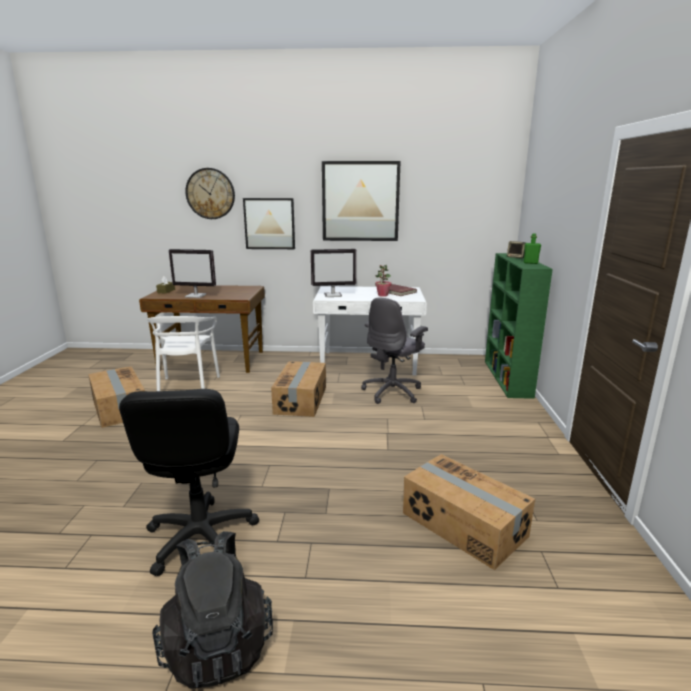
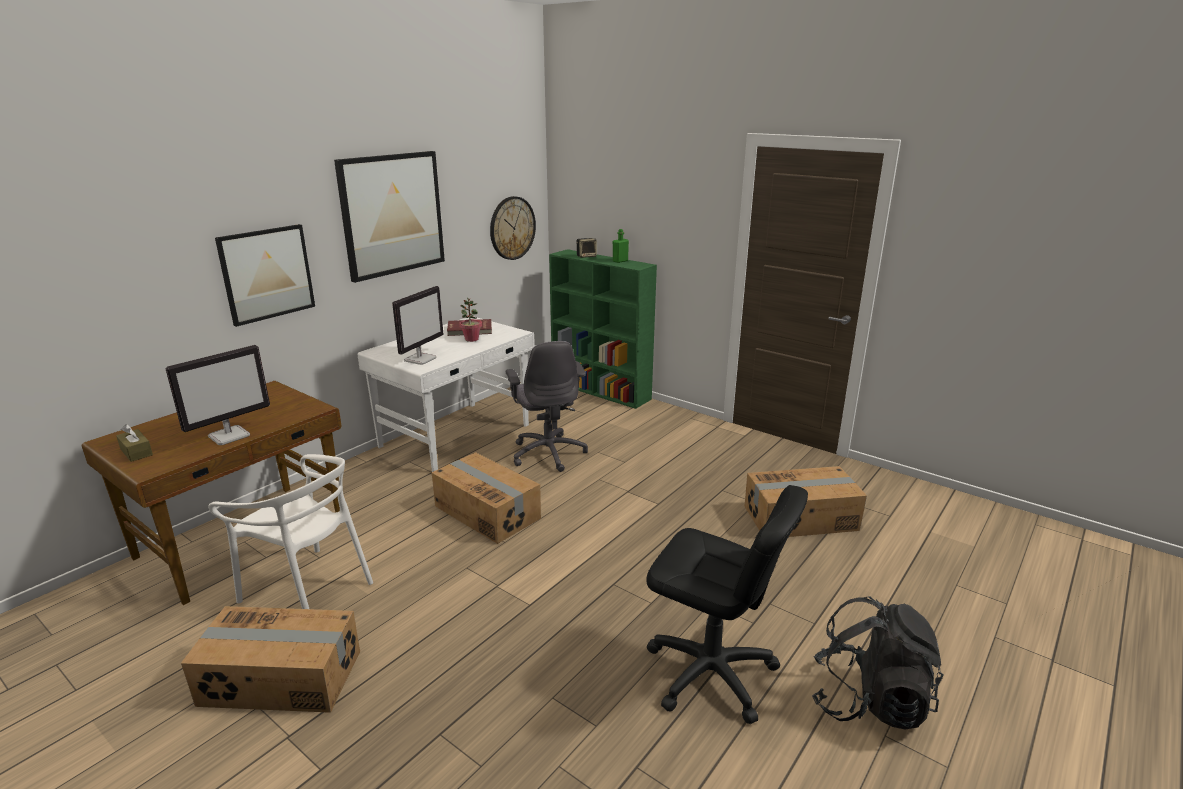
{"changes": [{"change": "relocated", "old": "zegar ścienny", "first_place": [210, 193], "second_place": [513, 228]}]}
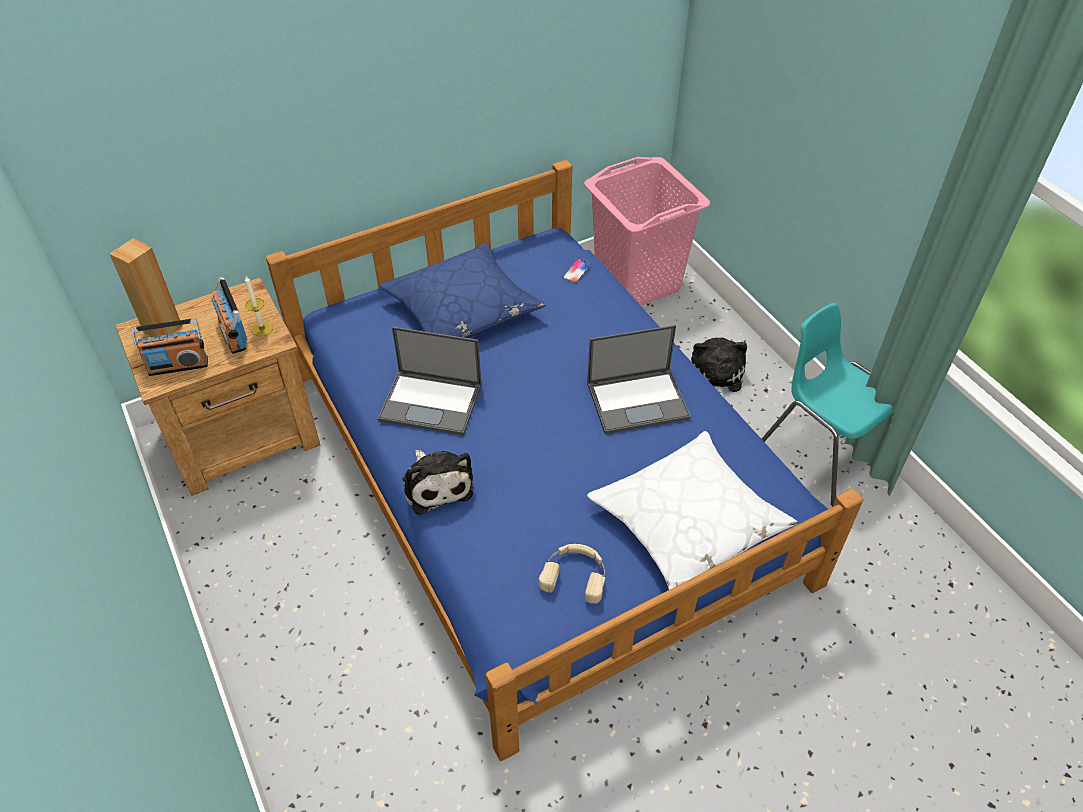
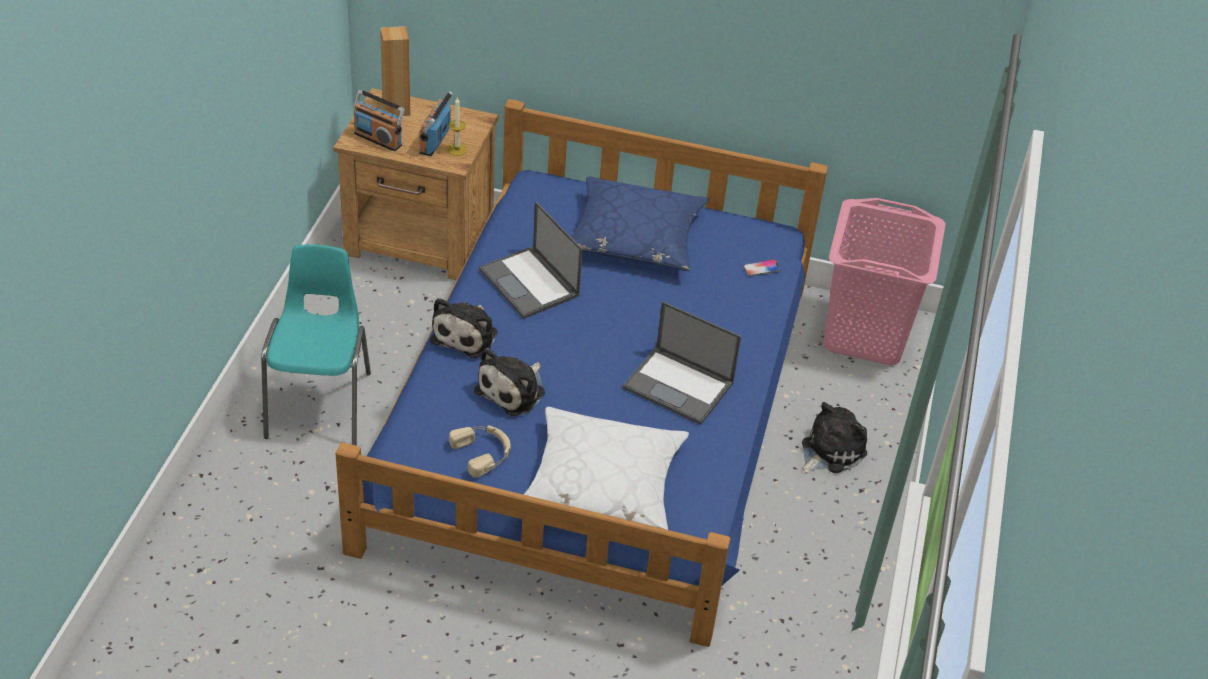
{"changes": [{"change": "appeared", "new": "pluszak", "second_place": [509, 382]}, {"change": "relocated", "old": "krzesło [turkusowy]", "first_place": [827, 404], "second_place": [316, 345]}]}
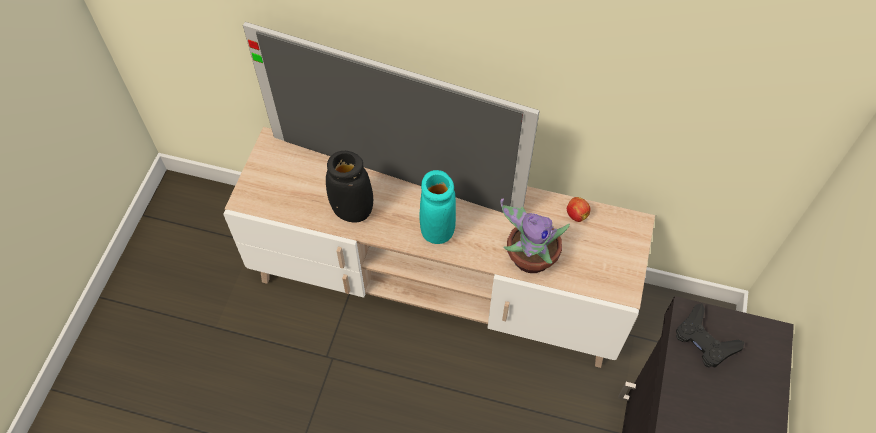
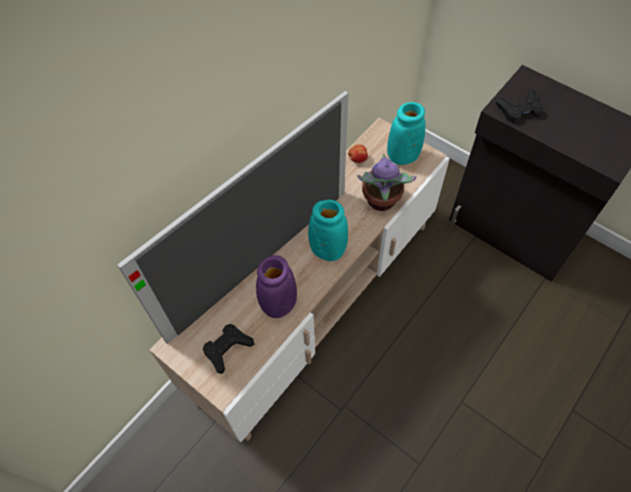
{"changes": [{"change": "appeared", "new": "pad do gier [czarny]", "second_place": [228, 349]}, {"change": "appeared", "new": "wazon [turkusowy]", "second_place": [406, 133]}, {"change": "colour", "old": "wazon [czarny]", "new": "wazon [fioletowy]", "first_place": [349, 186], "second_place": [276, 286]}]}
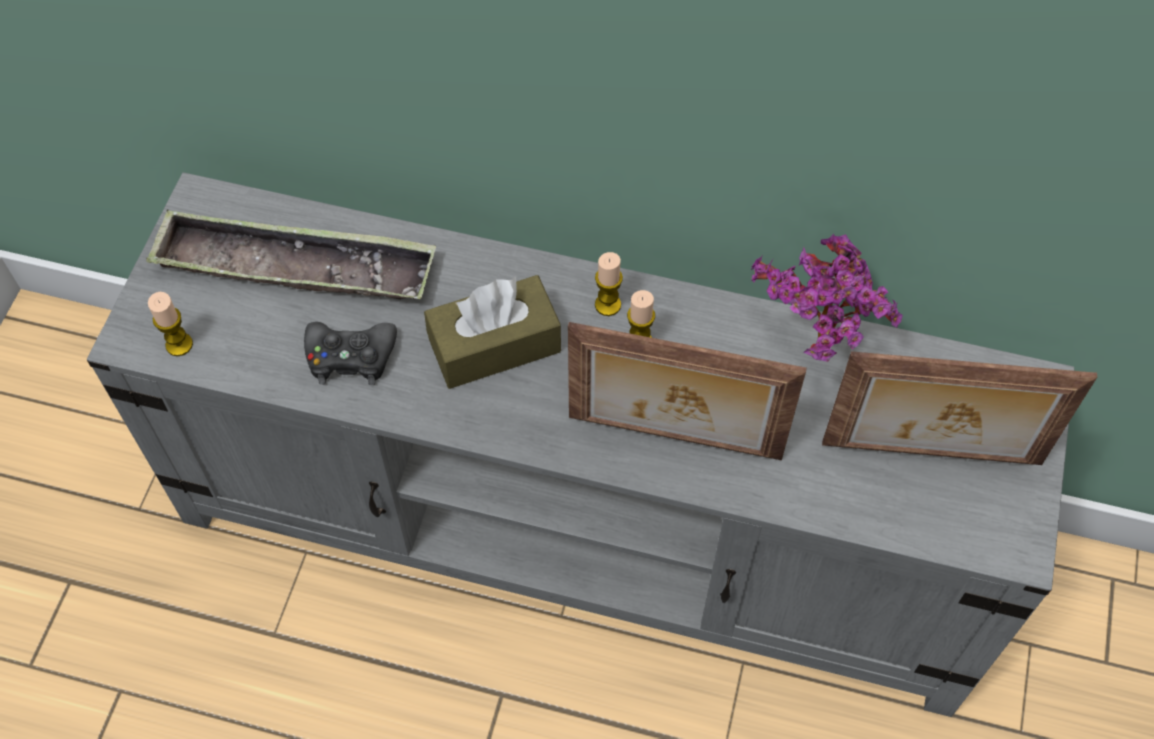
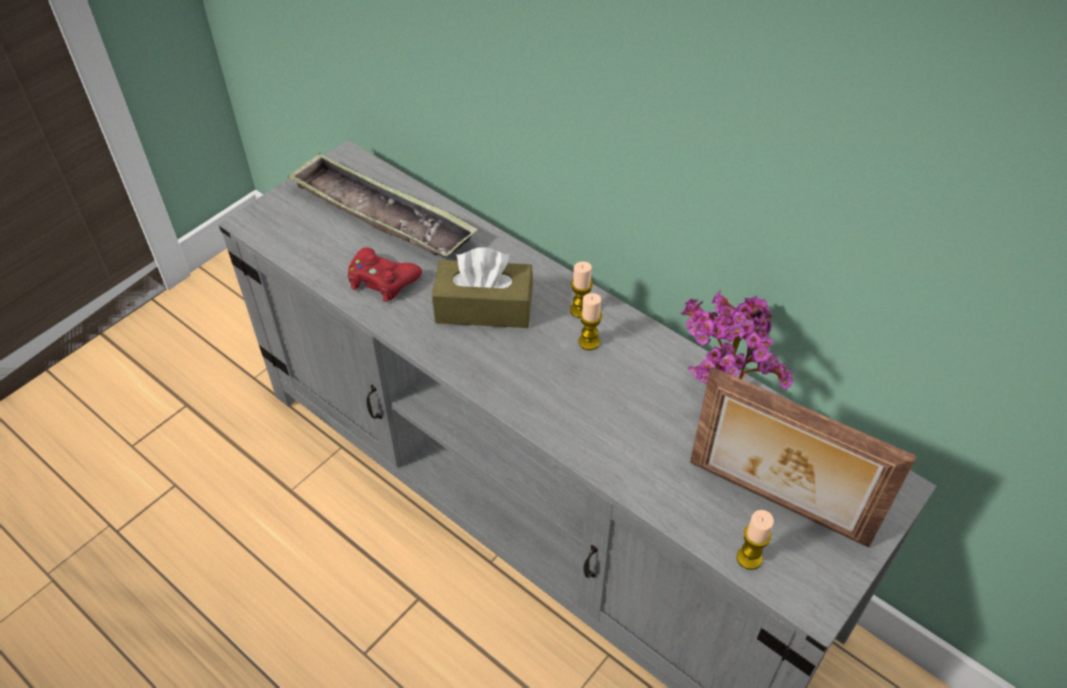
{"changes": [{"change": "missing", "old": "ramka na zdjęcie", "first_place": [687, 391]}, {"change": "relocated", "old": "świeca", "first_place": [170, 324], "second_place": [755, 540]}, {"change": "colour", "old": "pad do gier [czarny]", "new": "pad do gier [czerwony]", "first_place": [350, 353], "second_place": [385, 274]}]}
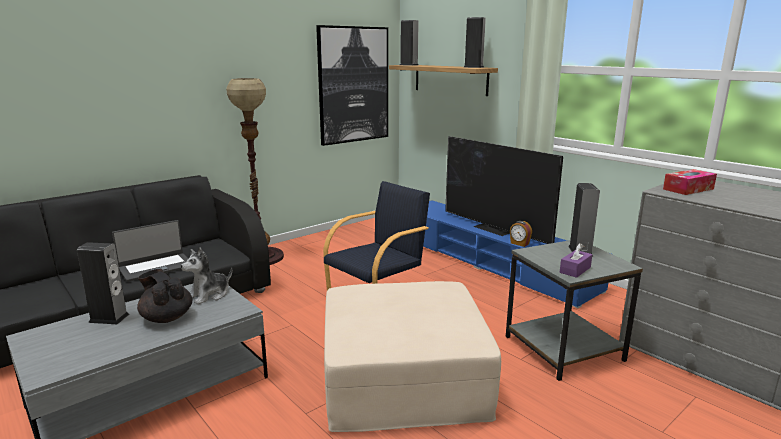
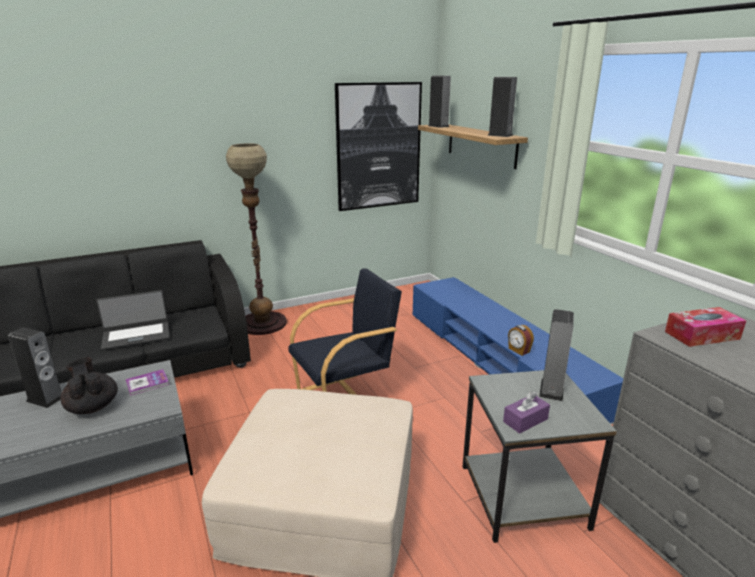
{"changes": [{"change": "missing", "old": "telewizor", "first_place": [504, 190]}, {"change": "exchanged", "old": "pluszak", "new": "książka", "first_place": [206, 276], "second_place": [147, 382]}]}
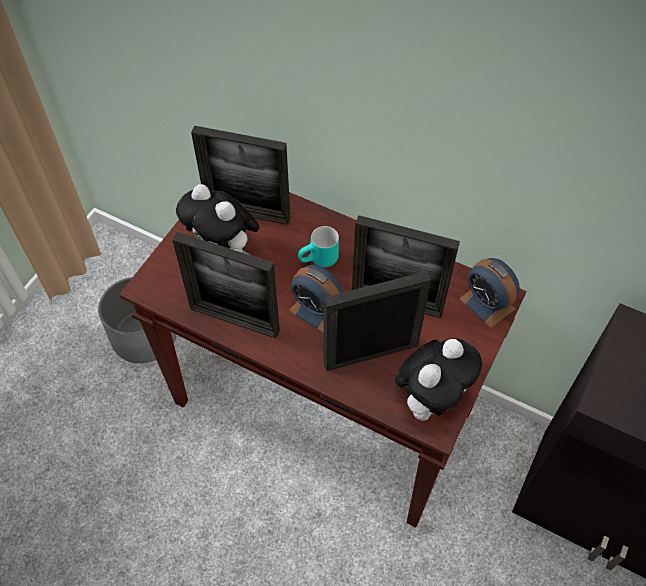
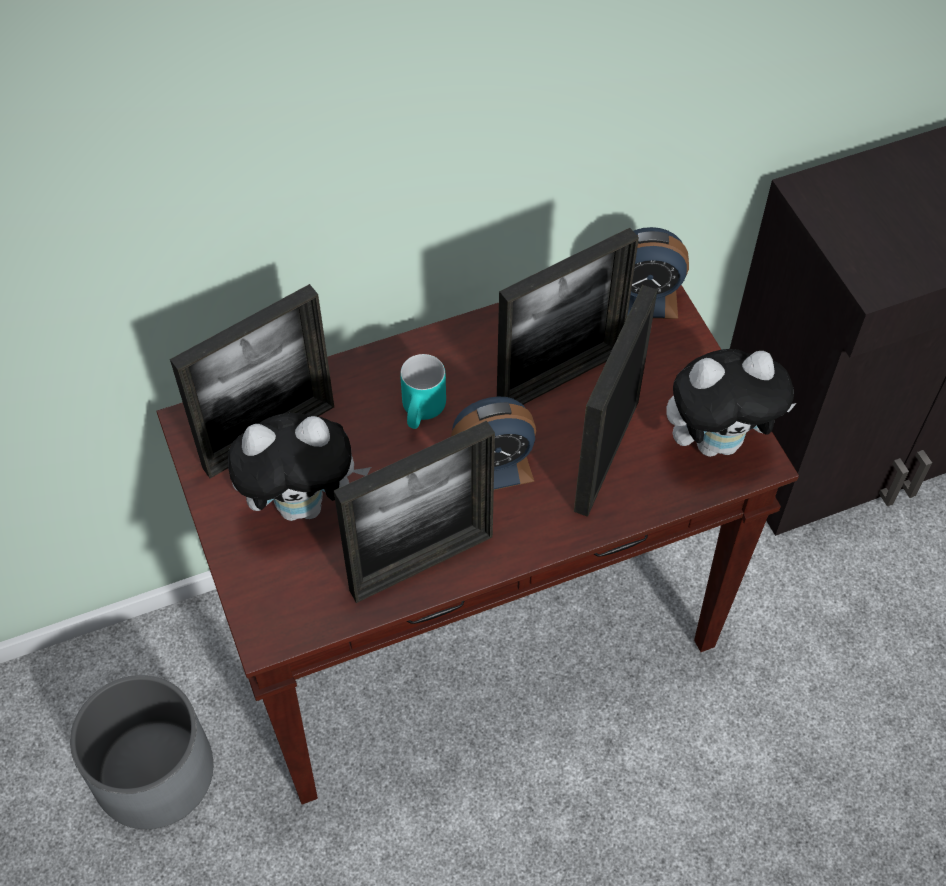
{"changes": [{"change": "spun", "old": "pluszak", "first_place": [438, 379], "second_place": [731, 403], "degrees": 90}]}
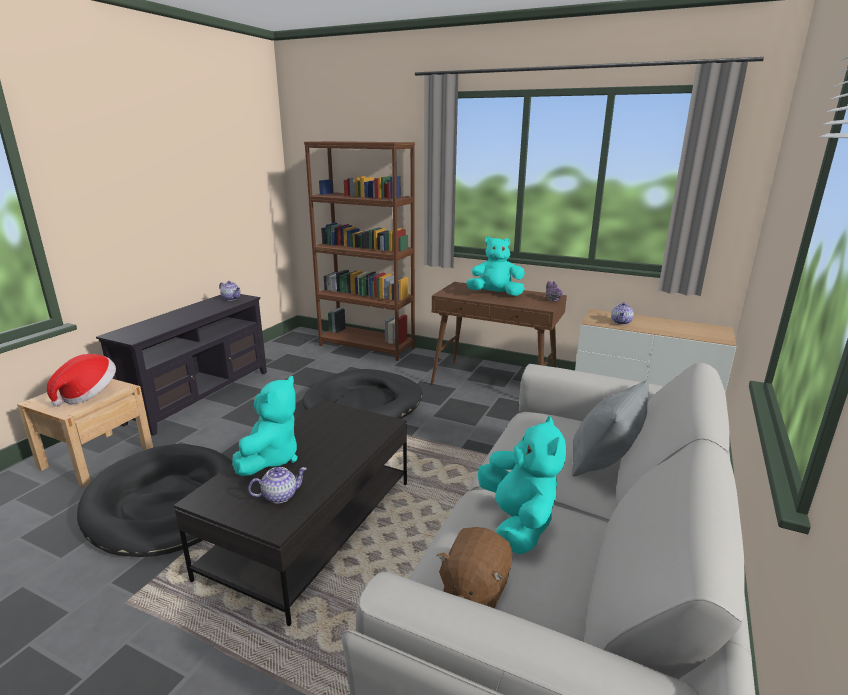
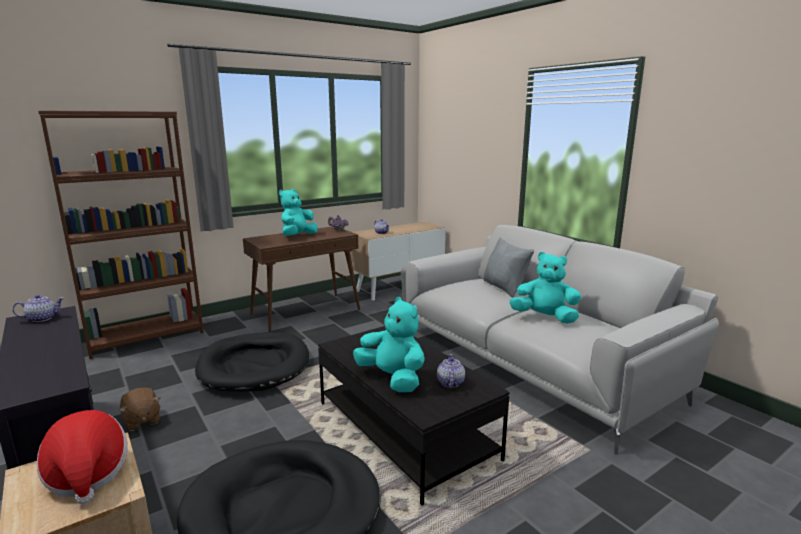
{"changes": [{"change": "relocated", "old": "pluszak [brązowy]", "first_place": [474, 567], "second_place": [140, 409]}]}
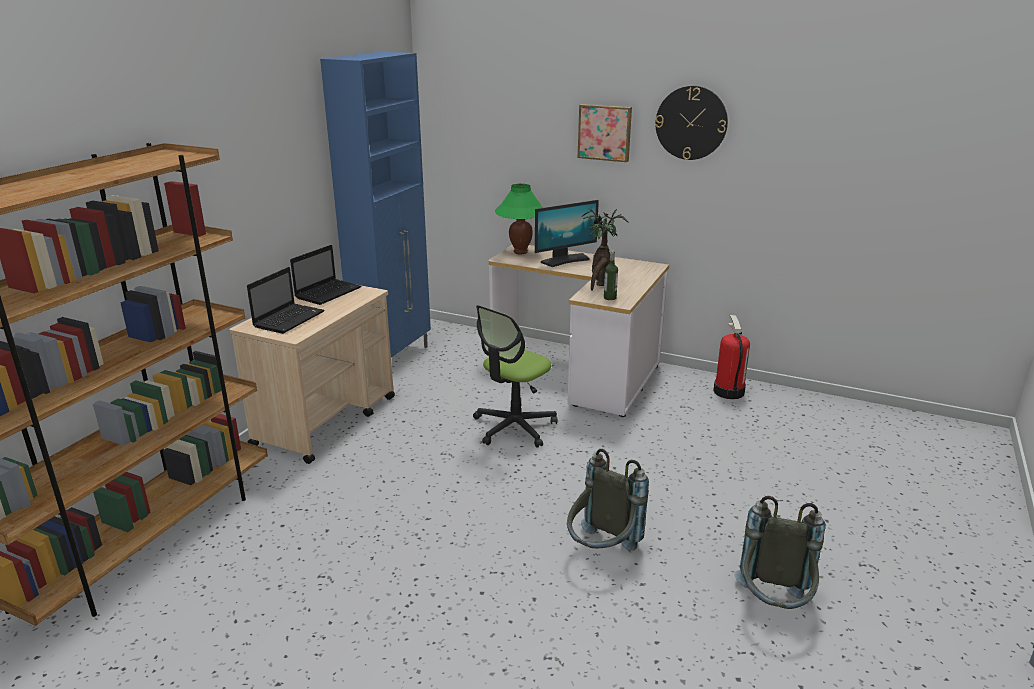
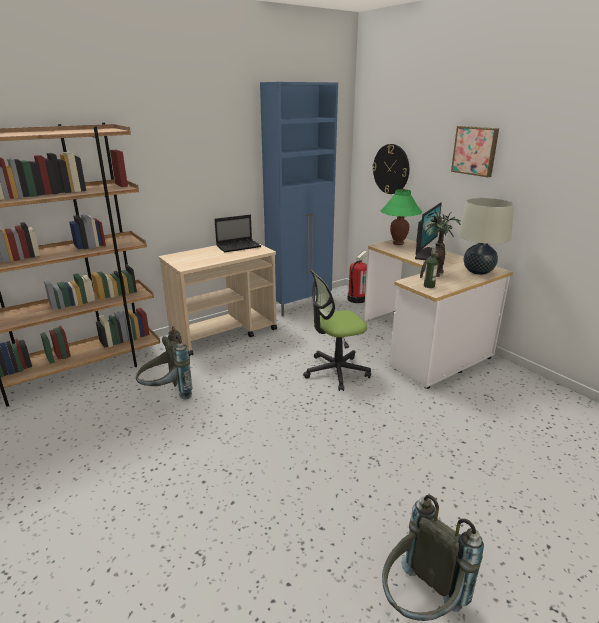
{"changes": [{"change": "missing", "old": "laptop", "first_place": [286, 300]}, {"change": "appeared", "new": "lampa stołowa [beżowy]", "second_place": [486, 236]}, {"change": "relocated", "old": "plecak [szary]", "first_place": [608, 500], "second_place": [164, 363]}, {"change": "relocated", "old": "zegar ścienny", "first_place": [691, 123], "second_place": [390, 169]}, {"change": "relocated", "old": "gaśnica", "first_place": [731, 357], "second_place": [358, 277]}, {"change": "spun", "old": "monitor", "first_place": [567, 233], "second_place": [428, 231], "degrees": -60}]}
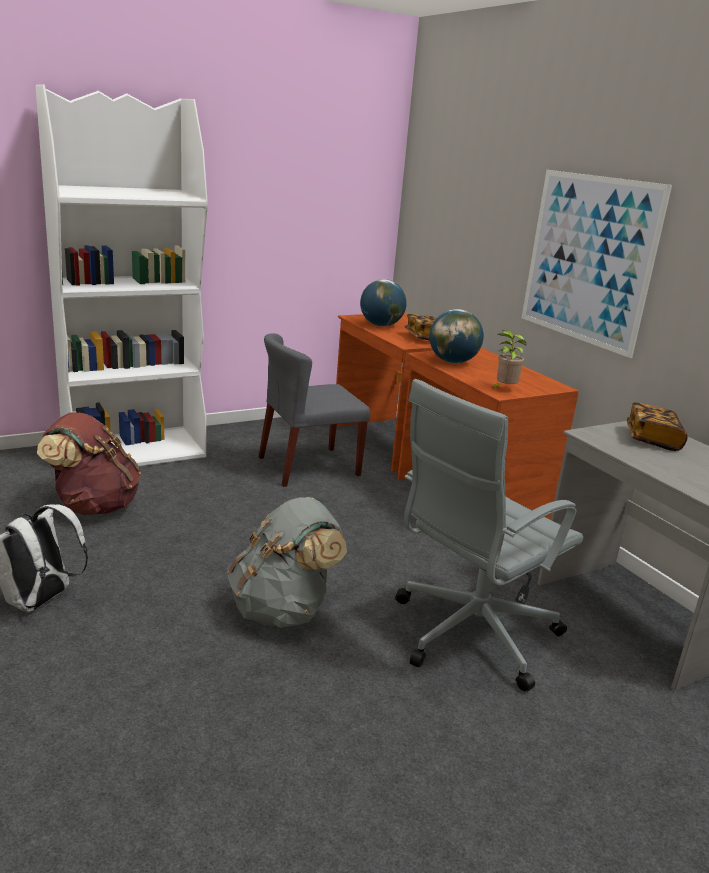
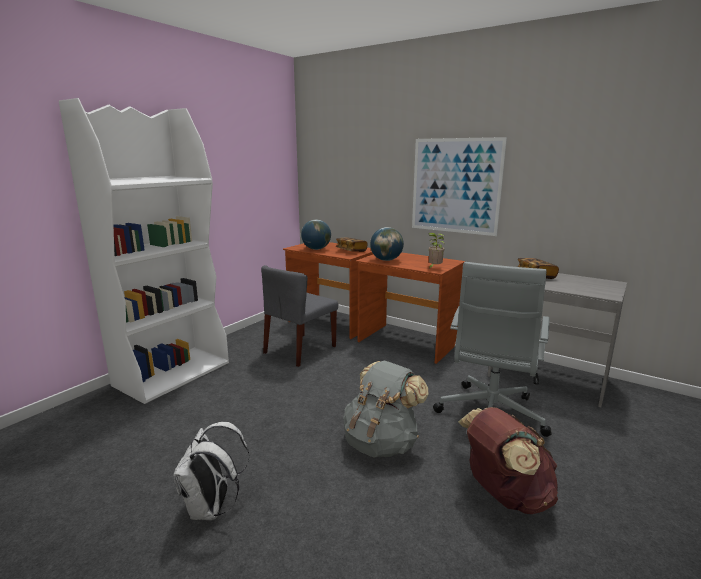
{"changes": [{"change": "relocated", "old": "plecak [brązowy]", "first_place": [89, 463], "second_place": [508, 460]}]}
